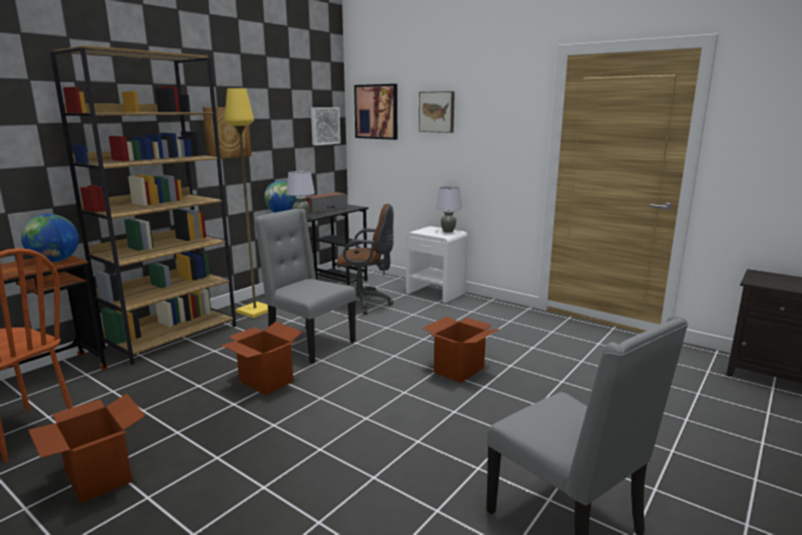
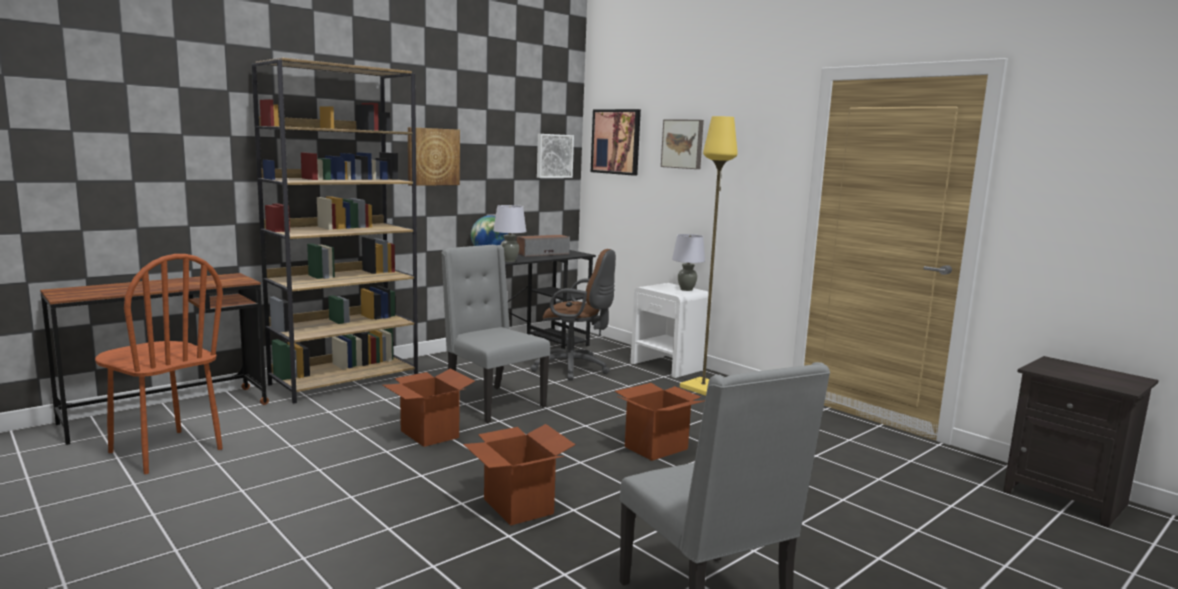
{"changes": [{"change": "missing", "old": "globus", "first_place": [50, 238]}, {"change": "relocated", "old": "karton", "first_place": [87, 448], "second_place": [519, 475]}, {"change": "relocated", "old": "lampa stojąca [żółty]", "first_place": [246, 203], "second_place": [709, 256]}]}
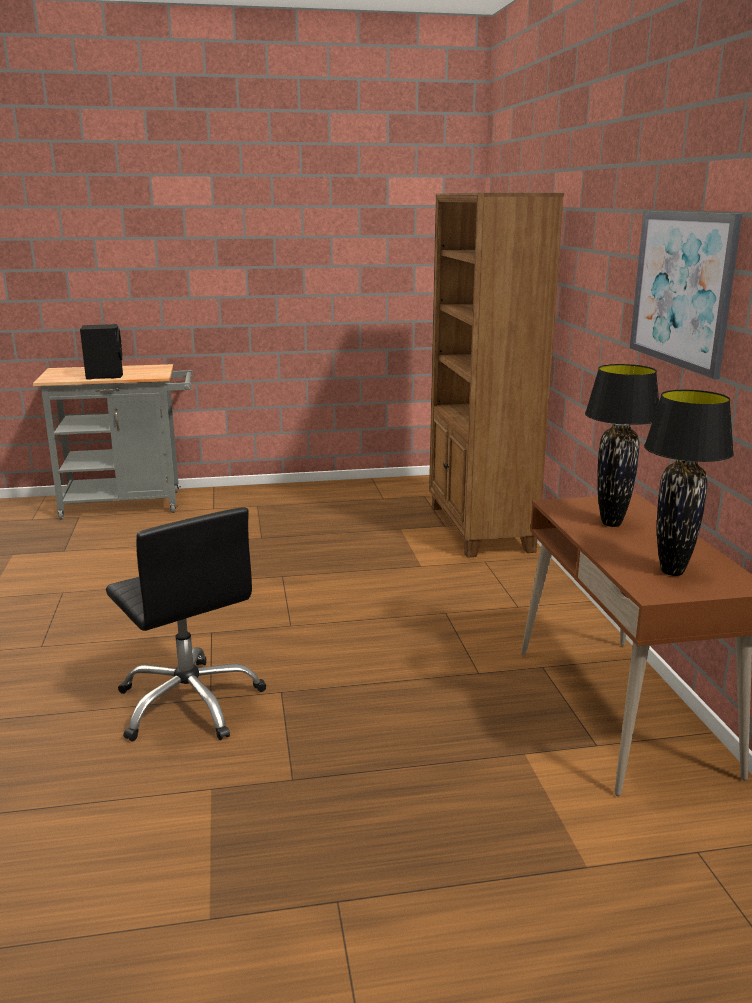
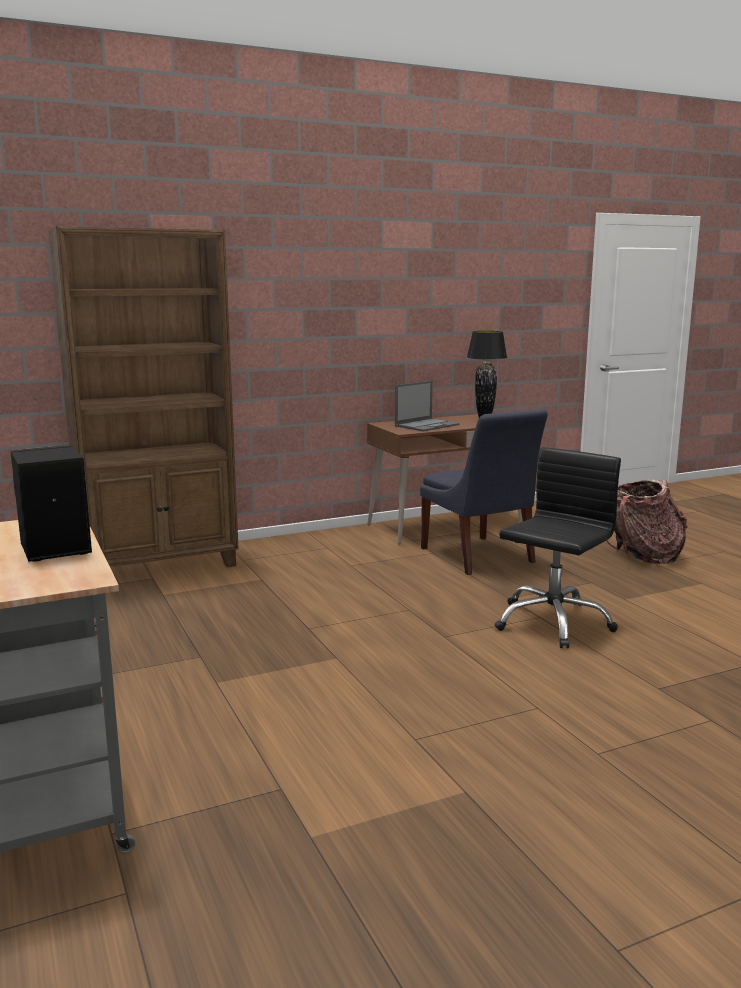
{"changes": [{"change": "missing", "old": "obraz", "first_place": [686, 295]}, {"change": "appeared", "new": "krzesło [niebieski]", "second_place": [484, 492]}, {"change": "appeared", "new": "plecak", "second_place": [647, 521]}, {"change": "exchanged", "old": "lampa stołowa [czarny]", "new": "laptop", "first_place": [622, 445], "second_place": [427, 406]}]}
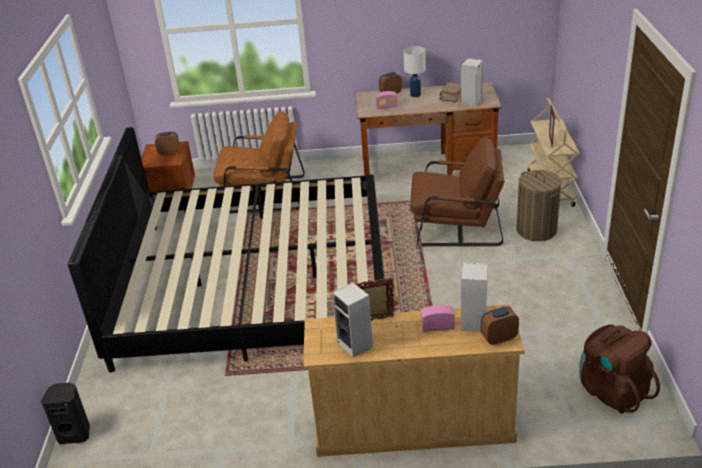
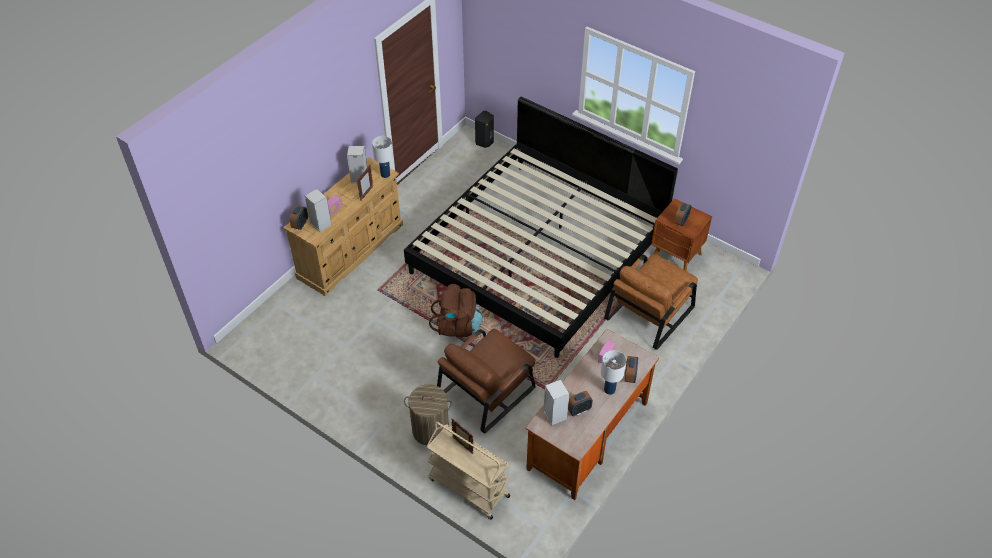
{"changes": [{"change": "appeared", "new": "lampa stołowa [biały]", "second_place": [382, 157]}, {"change": "relocated", "old": "plecak [brązowy]", "first_place": [619, 369], "second_place": [456, 310]}, {"change": "exchanged", "old": "książka [brązowy]", "new": "budzik", "first_place": [450, 92], "second_place": [580, 403]}]}
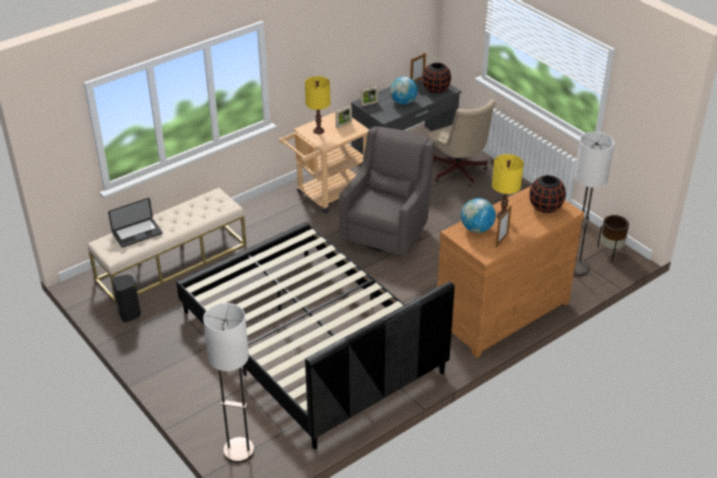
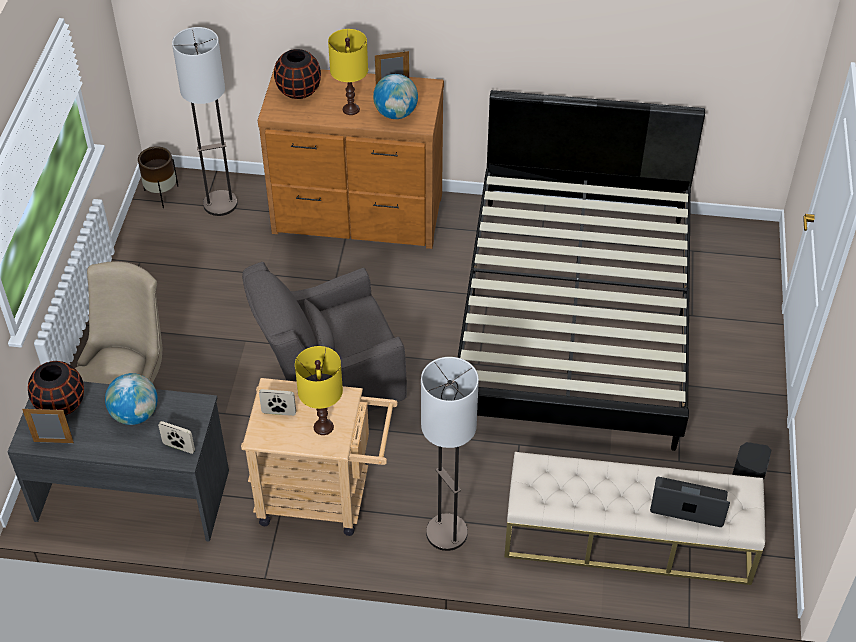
{"changes": [{"change": "relocated", "old": "lampa stojąca", "first_place": [228, 383], "second_place": [450, 454]}]}
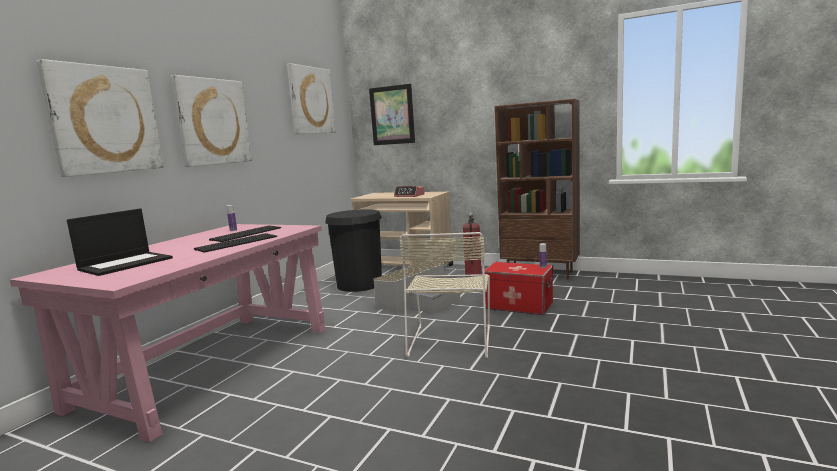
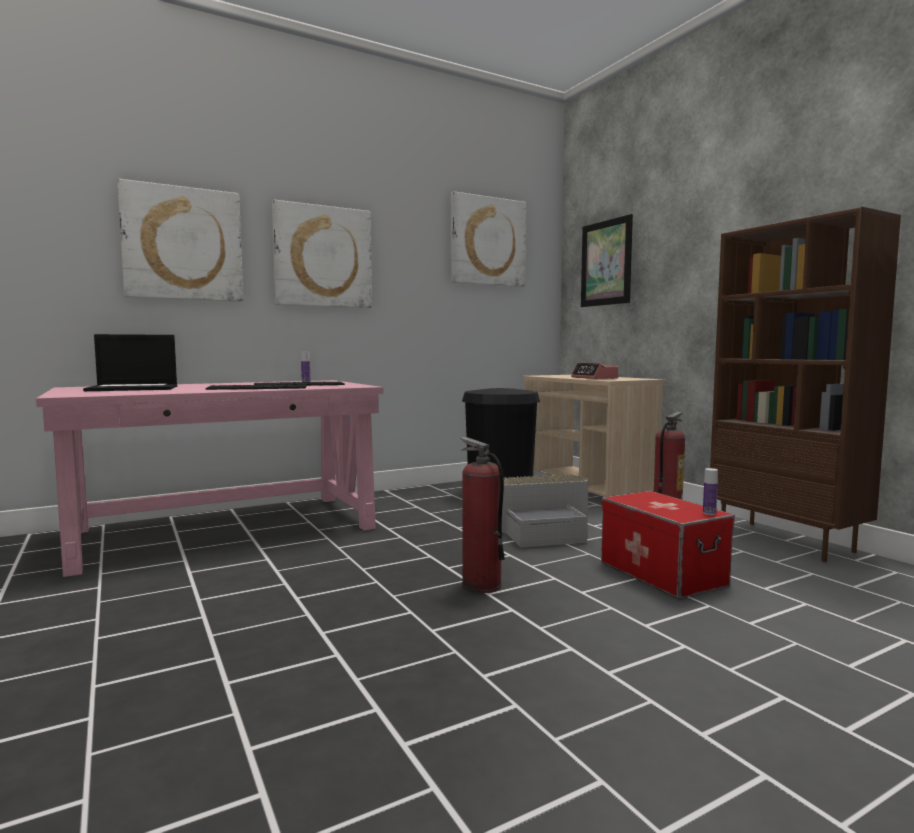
{"changes": [{"change": "exchanged", "old": "krzesło [beżowy]", "new": "gaśnica", "first_place": [445, 295], "second_place": [482, 515]}]}
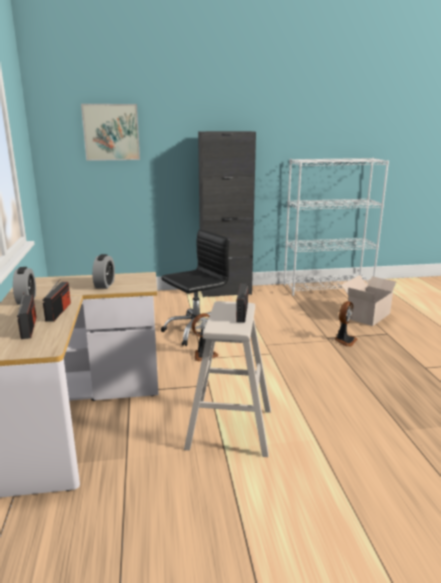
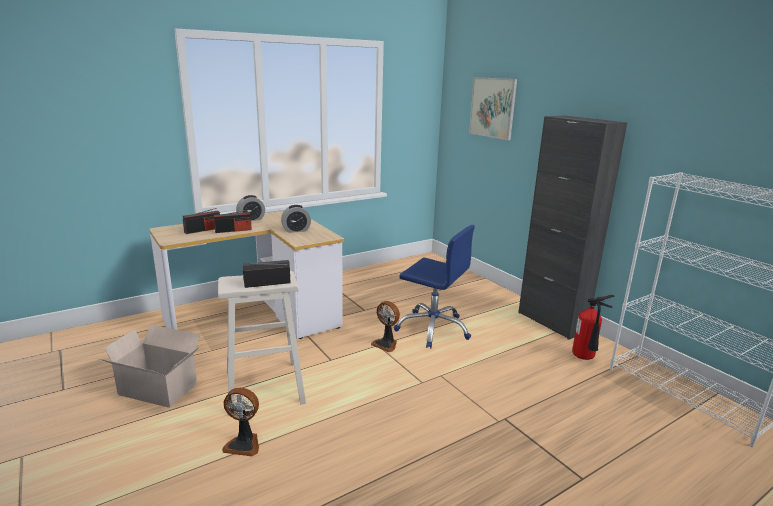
{"changes": [{"change": "appeared", "new": "gaśnica", "second_place": [593, 327]}, {"change": "relocated", "old": "wentylator", "first_place": [345, 324], "second_place": [240, 422]}, {"change": "relocated", "old": "karton", "first_place": [372, 300], "second_place": [150, 366]}, {"change": "colour", "old": "krzesło biurowe [czarny]", "new": "krzesło biurowe [niebieski]", "first_place": [195, 287], "second_place": [434, 286]}]}
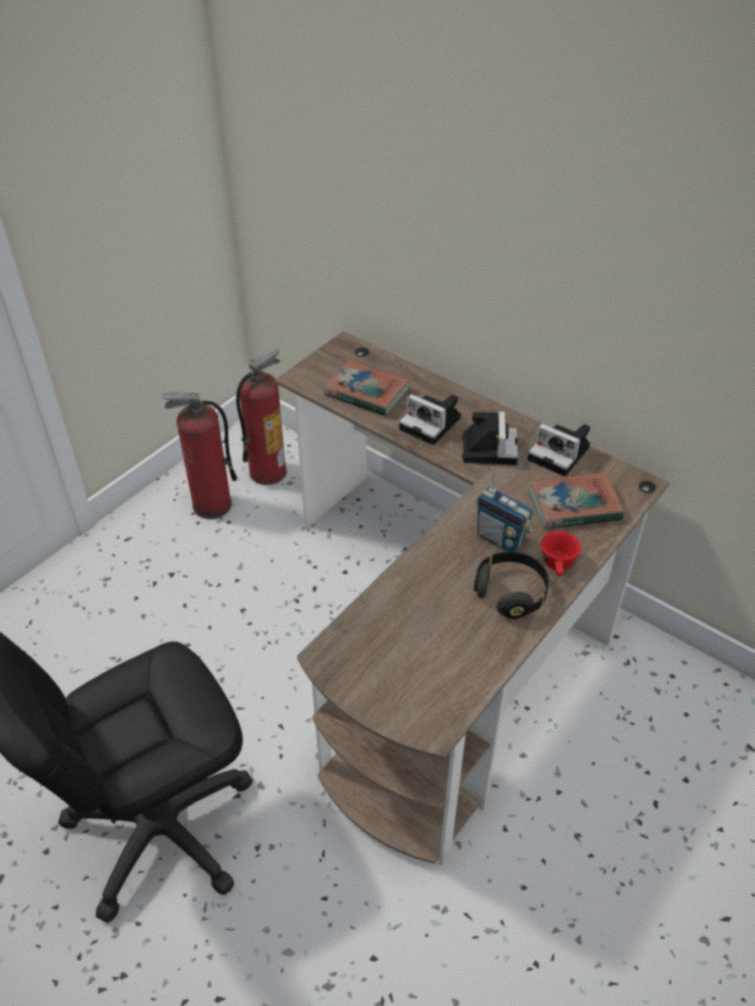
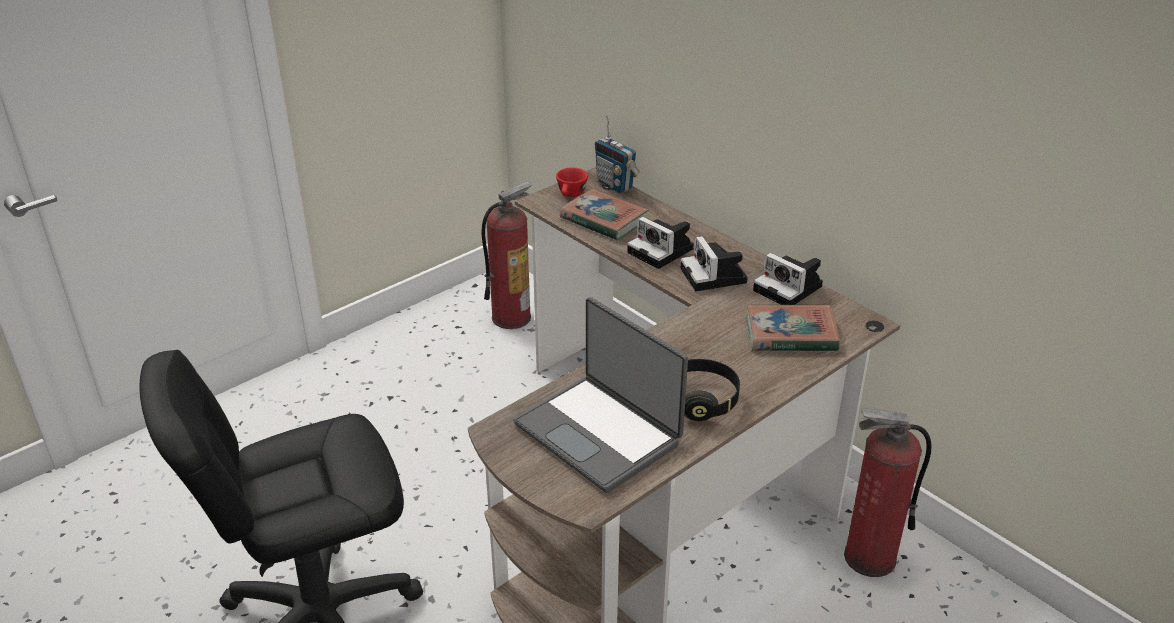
{"changes": [{"change": "appeared", "new": "laptop", "second_place": [600, 395]}, {"change": "relocated", "old": "gaśnica", "first_place": [199, 455], "second_place": [887, 492]}, {"change": "relocated", "old": "radio", "first_place": [505, 509], "second_place": [617, 154]}, {"change": "relocated", "old": "filiżanka [czerwony]", "first_place": [561, 553], "second_place": [572, 182]}, {"change": "spun", "old": "aparat fotograficzny", "first_place": [490, 438], "second_place": [714, 263], "degrees": 150}]}
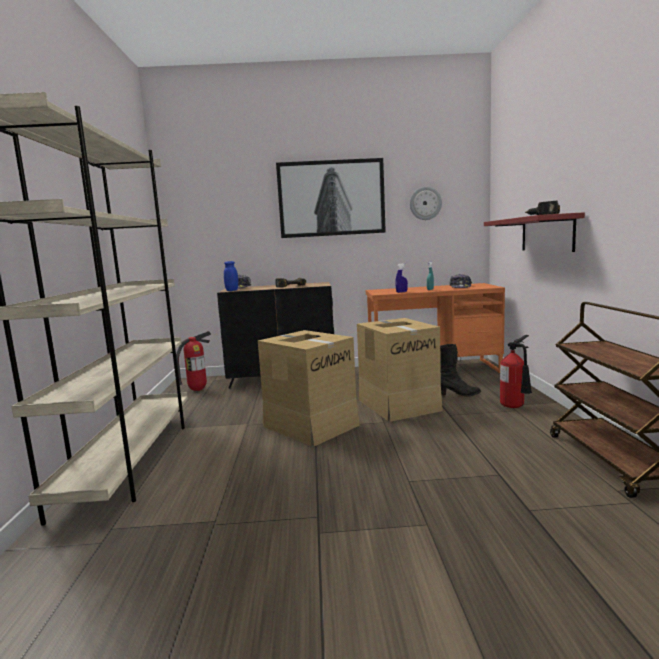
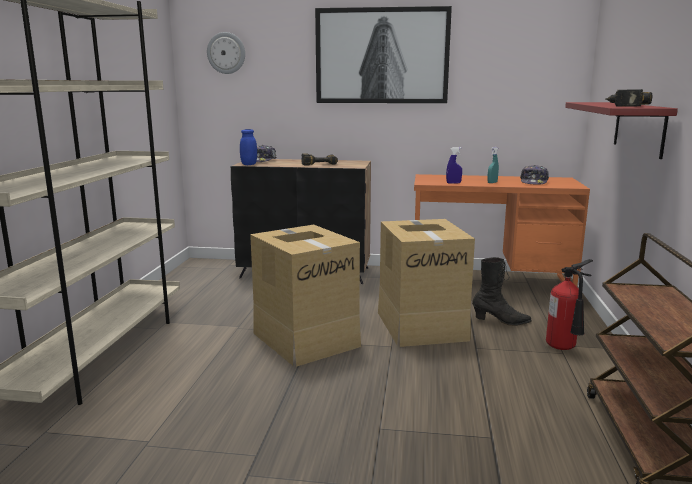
{"changes": [{"change": "missing", "old": "gaśnica", "first_place": [193, 361]}, {"change": "relocated", "old": "zegar ścienny", "first_place": [426, 203], "second_place": [226, 53]}]}
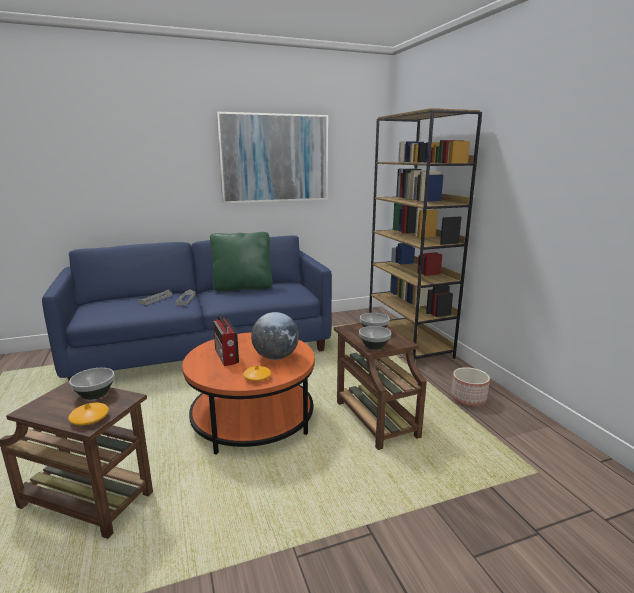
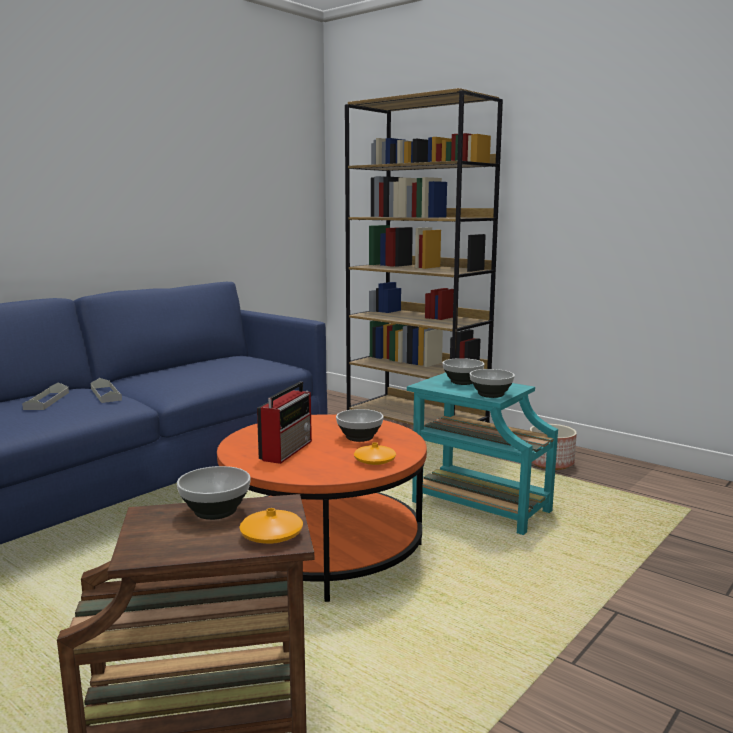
{"changes": [{"change": "missing", "old": "poduszka [zielony]", "first_place": [241, 262]}, {"change": "missing", "old": "obraz", "first_place": [272, 157]}, {"change": "exchanged", "old": "globus", "new": "miska", "first_place": [275, 336], "second_place": [359, 425]}, {"change": "colour", "old": "stolik [brązowy]", "new": "stolik [turkusowy]", "first_place": [380, 386], "second_place": [482, 453]}, {"change": "spun", "old": "radio", "first_place": [226, 340], "second_place": [284, 423], "degrees": -105}]}
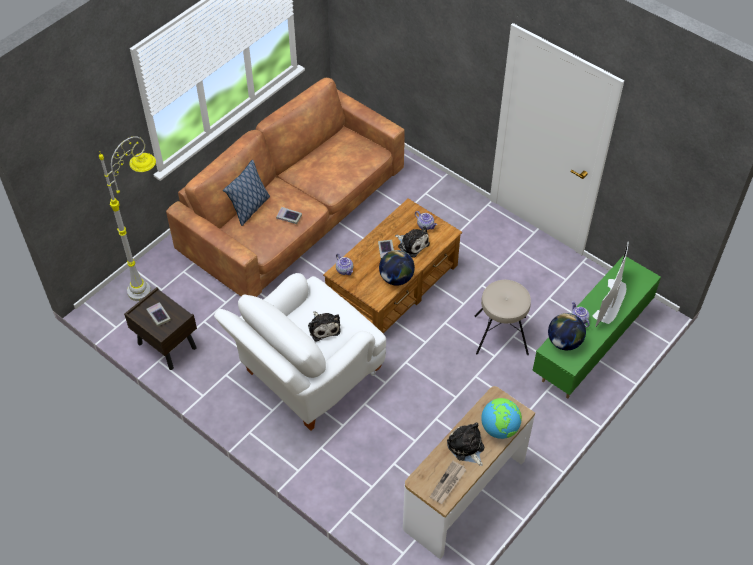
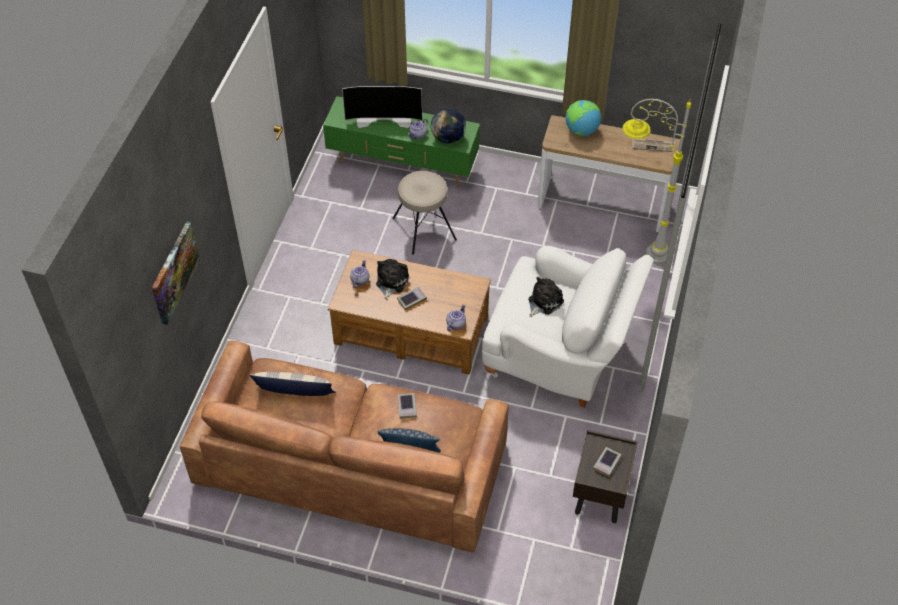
{"changes": [{"change": "missing", "old": "globus", "first_place": [397, 267]}, {"change": "missing", "old": "pluszak", "first_place": [465, 444]}, {"change": "appeared", "new": "obraz", "second_place": [176, 273]}, {"change": "appeared", "new": "poduszka", "second_place": [292, 384]}, {"change": "relocated", "old": "lampa stojąca [szary]", "first_place": [127, 218], "second_place": [657, 182]}]}
